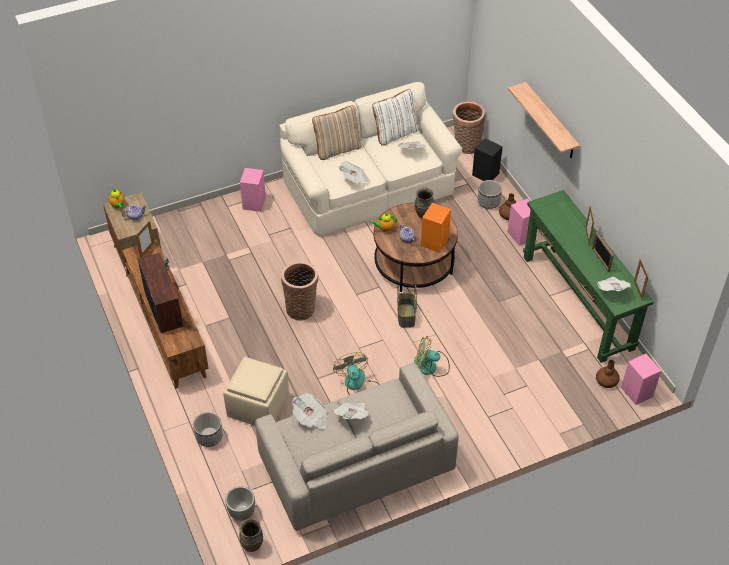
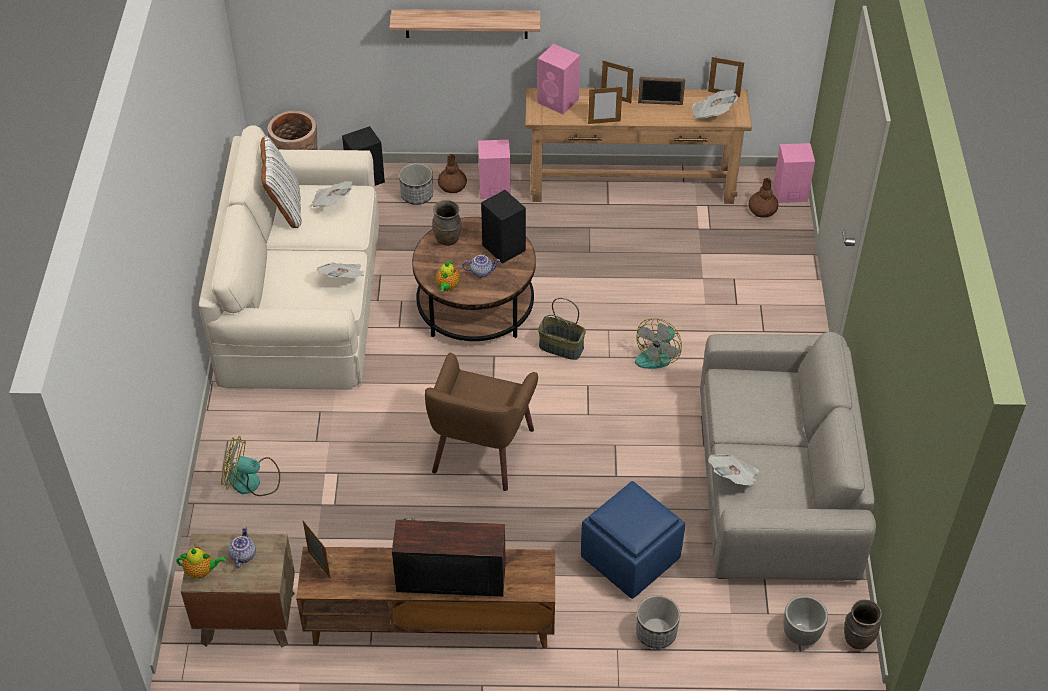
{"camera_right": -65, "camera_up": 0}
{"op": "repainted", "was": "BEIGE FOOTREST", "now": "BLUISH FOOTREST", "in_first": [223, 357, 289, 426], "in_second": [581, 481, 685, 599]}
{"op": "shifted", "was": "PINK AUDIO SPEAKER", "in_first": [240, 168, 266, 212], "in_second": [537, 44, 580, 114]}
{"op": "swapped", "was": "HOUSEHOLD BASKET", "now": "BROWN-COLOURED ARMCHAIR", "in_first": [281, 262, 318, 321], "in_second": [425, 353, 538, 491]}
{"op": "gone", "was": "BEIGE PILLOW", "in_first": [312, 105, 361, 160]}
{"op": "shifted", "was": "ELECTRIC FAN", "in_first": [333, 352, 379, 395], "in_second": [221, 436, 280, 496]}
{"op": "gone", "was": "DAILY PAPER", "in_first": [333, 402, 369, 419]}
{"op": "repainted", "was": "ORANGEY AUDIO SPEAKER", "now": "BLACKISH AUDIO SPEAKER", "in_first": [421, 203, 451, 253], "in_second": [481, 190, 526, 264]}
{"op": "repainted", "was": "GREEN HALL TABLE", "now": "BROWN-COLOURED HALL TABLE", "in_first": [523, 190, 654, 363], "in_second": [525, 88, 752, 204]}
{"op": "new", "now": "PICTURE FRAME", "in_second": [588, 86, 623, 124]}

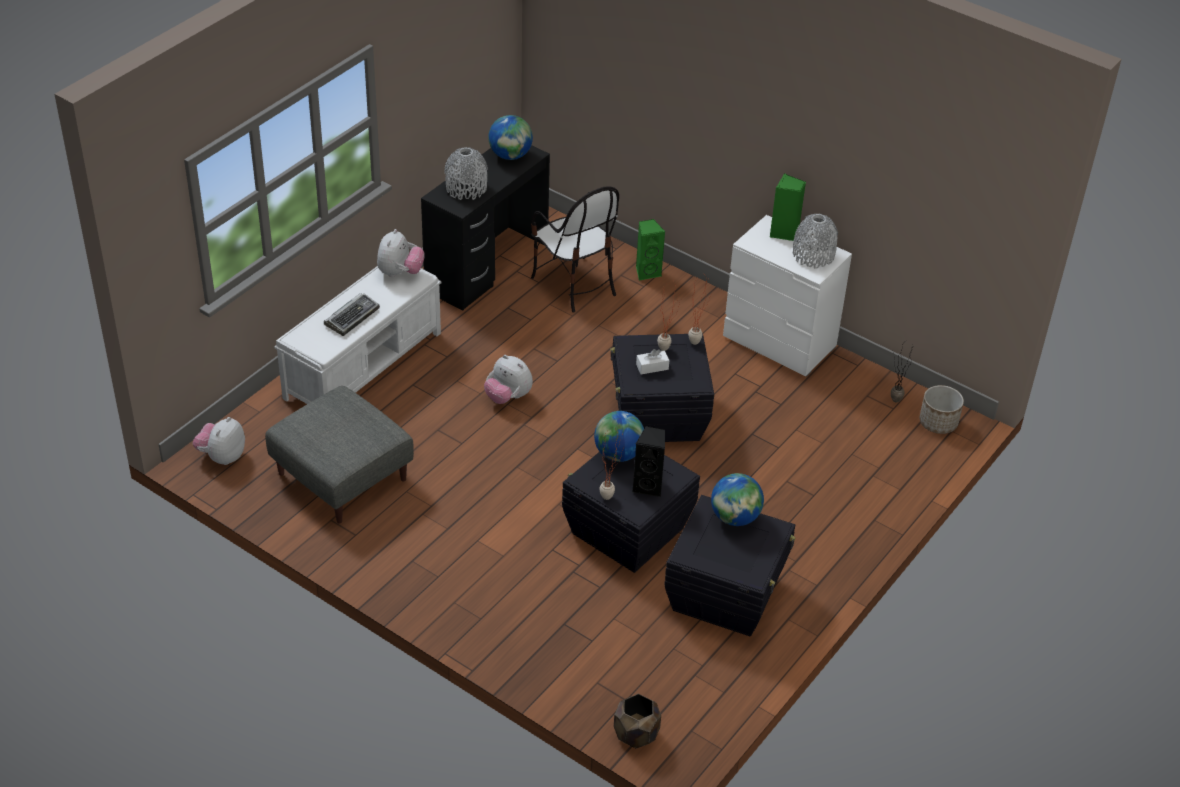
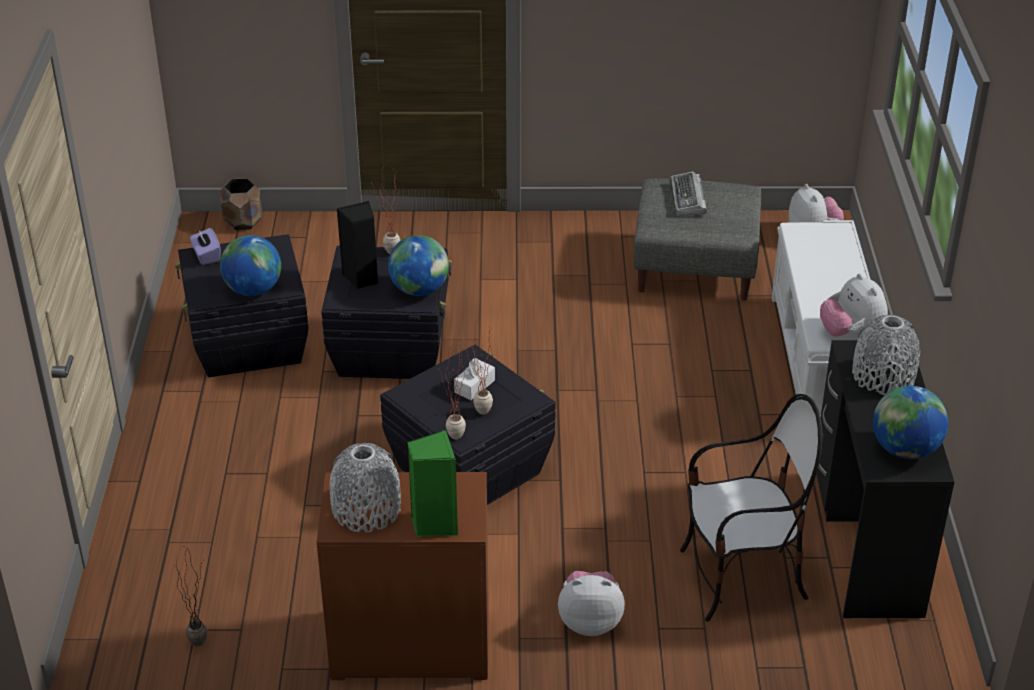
{"camera_right": 145, "camera_up": -5}
{"op": "shifted", "was": "COMPUTER KEYBOARD", "in_first": [324, 293, 380, 336], "in_second": [670, 171, 707, 216]}
{"op": "shifted", "was": "SOFT TOY", "in_first": [484, 355, 533, 404], "in_second": [558, 571, 625, 636]}
{"op": "rotated", "was": "UPRIGHT CHAIR", "in_first": [531, 186, 619, 313], "in_second": [680, 394, 824, 622], "clockwise": 150}
{"op": "gone", "was": "GREEN AUDIO SPEAKER", "in_first": [636, 219, 665, 281]}
{"op": "repainted", "was": "WHITISH DRESSER", "now": "BROWN-COLOURED DRESSER", "in_first": [723, 215, 852, 377], "in_second": [317, 472, 489, 680]}
{"op": "gone", "was": "FLOWER POT", "in_first": [920, 385, 964, 434]}
{"op": "new", "now": "PURPLE-COLOURED BOX OF TISSUES", "in_second": [190, 228, 221, 265]}

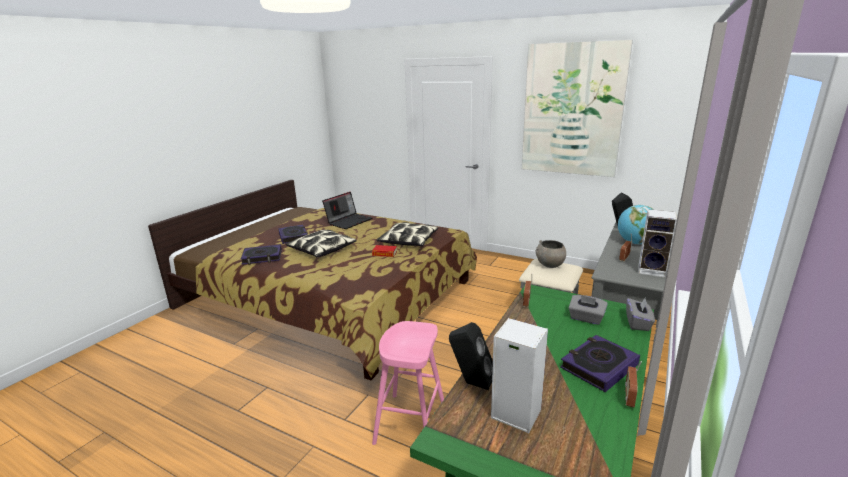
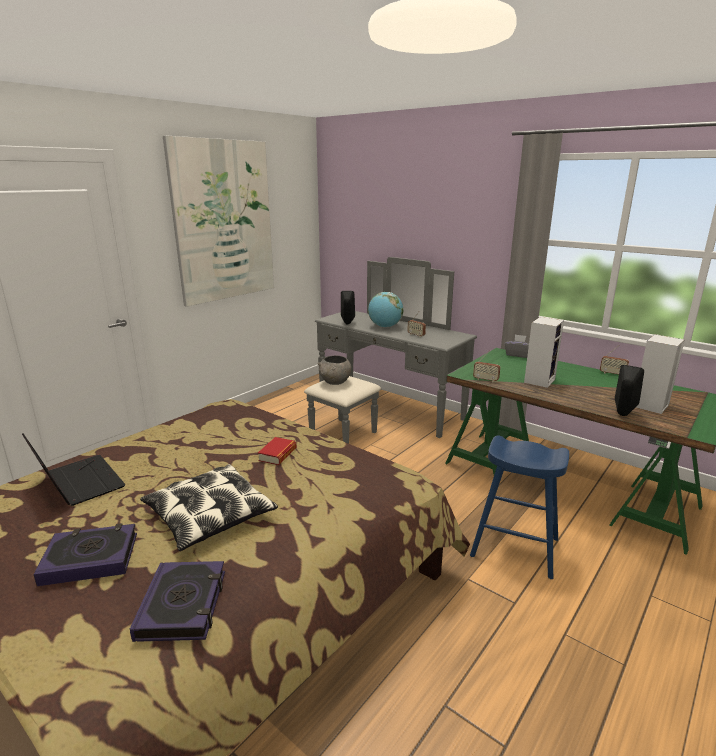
{"camera_right": -80, "camera_up": 0}
{"op": "repainted", "was": "PINK STOOL SEAT", "now": "BLUISH STOOL SEAT", "in_first": [372, 321, 444, 445], "in_second": [470, 435, 569, 579]}
{"op": "gone", "was": "PILLOW", "in_first": [377, 222, 438, 246]}
{"op": "gone", "was": "BOOK", "in_first": [560, 335, 640, 392]}
{"op": "gone", "was": "GRAY BOX OF TISSUES", "in_first": [569, 295, 608, 325]}
{"op": "shifted", "was": "AUDIO SPEAKER", "in_first": [638, 209, 677, 278], "in_second": [524, 317, 564, 388]}

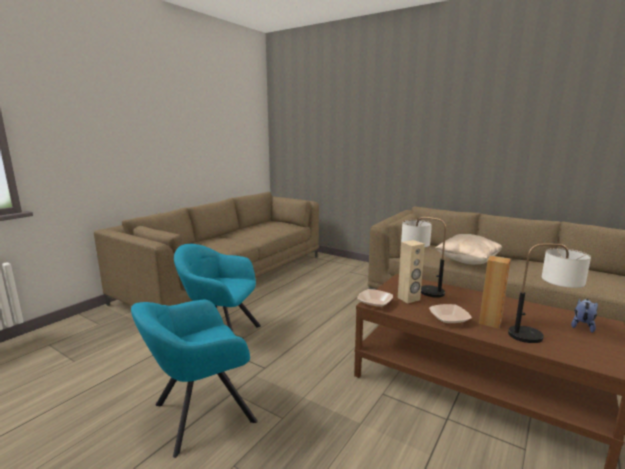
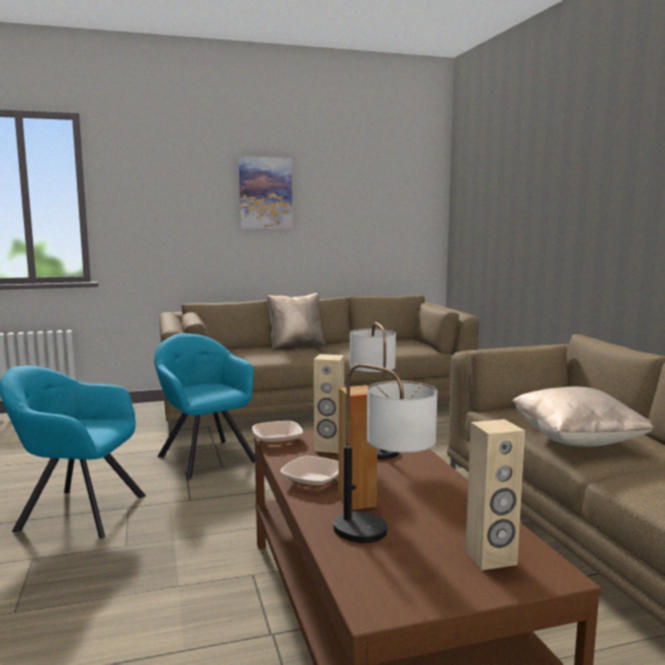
{"camera_right": 40, "camera_up": -5}
{"op": "swapped", "was": "SOFT TOY", "now": "BEIGE AUDIO SPEAKER", "in_first": [571, 299, 598, 333], "in_second": [465, 419, 525, 570]}
{"op": "new", "now": "PICTURE", "in_second": [239, 156, 293, 229]}
{"op": "new", "now": "BEIGE PILLOW", "in_second": [267, 293, 326, 350]}

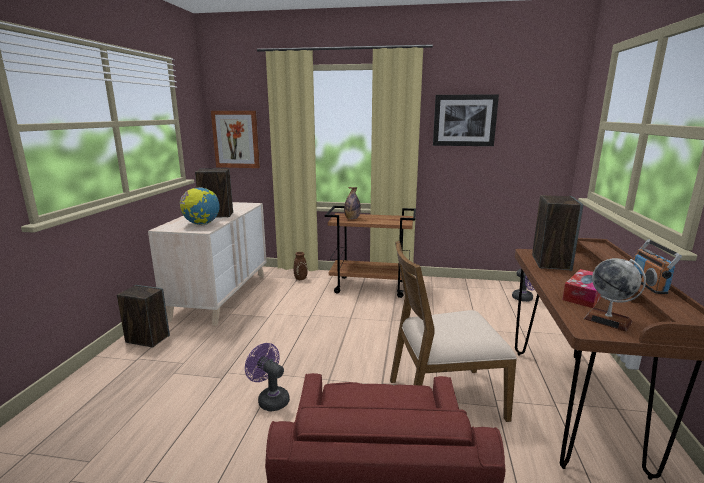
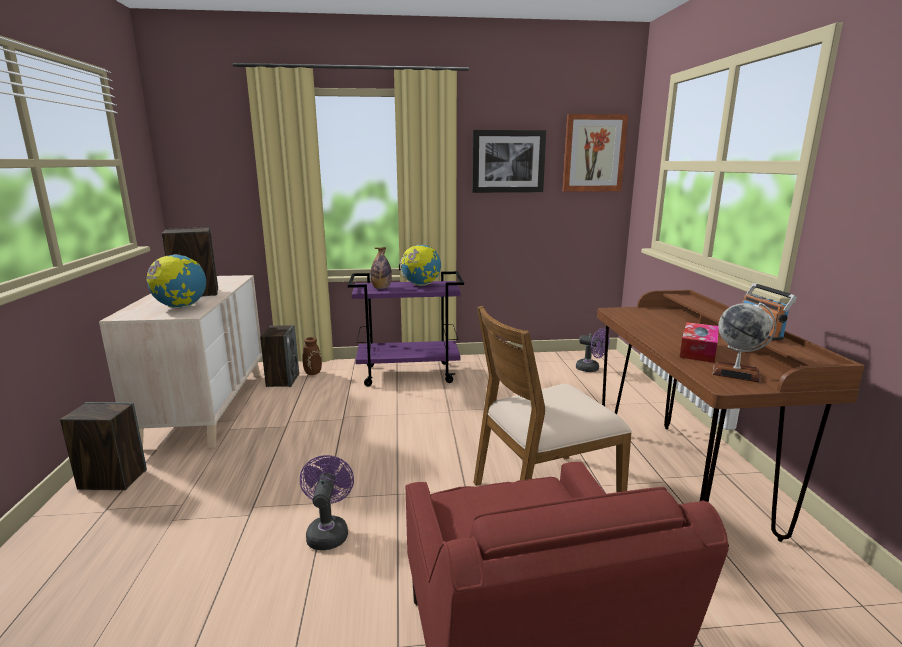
{"camera_right": -15, "camera_up": 0}
{"op": "shifted", "was": "PICTURE", "in_first": [211, 111, 260, 168], "in_second": [563, 114, 629, 192]}
{"op": "rotated", "was": "PURPLE-COLOURED ELECTRIC FAN", "in_first": [245, 343, 290, 411], "in_second": [300, 455, 354, 550], "clockwise": 60}
{"op": "repainted", "was": "BROWN-COLOURED CART", "now": "PURPLE-COLOURED CART", "in_first": [325, 206, 416, 298], "in_second": [348, 271, 464, 386]}
{"op": "shifted", "was": "AUDIO SPEAKER", "in_first": [532, 195, 583, 271], "in_second": [260, 325, 299, 387]}
{"op": "new", "now": "WORLD GLOBE", "in_second": [399, 244, 441, 286]}

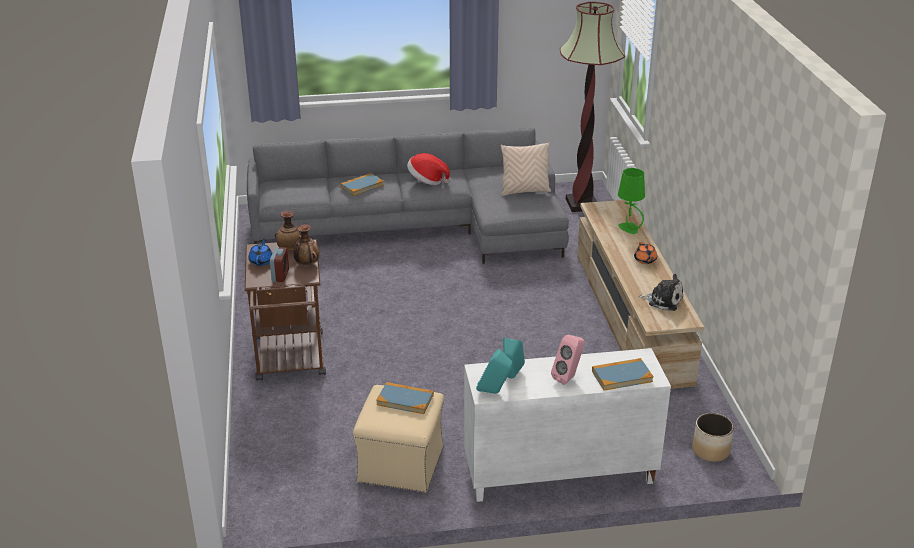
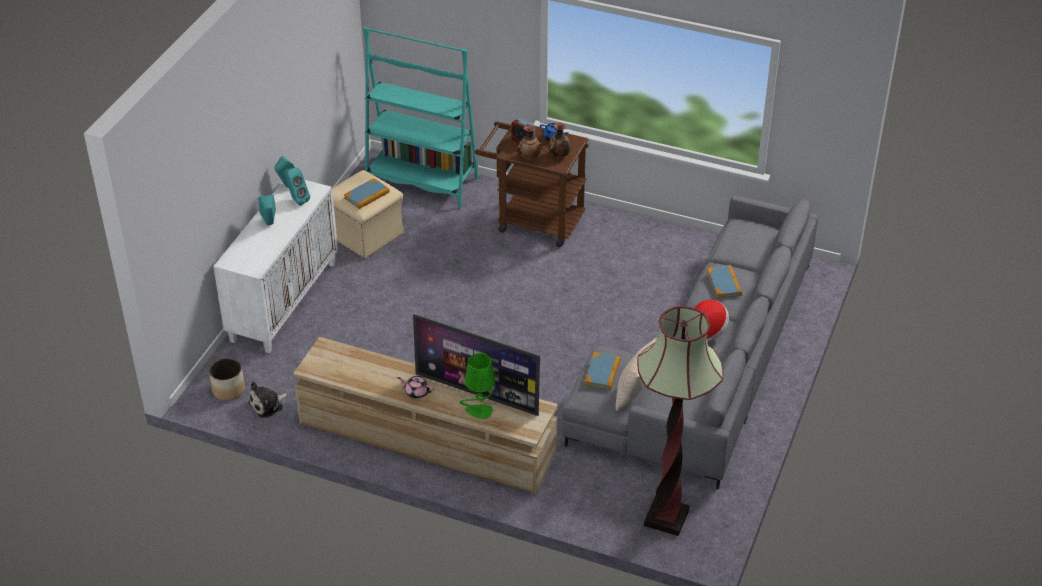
{"camera_right": 120, "camera_up": 10}
{"op": "repainted", "was": "PINK AUDIO SPEAKER", "now": "BLUE-GREEN AUDIO SPEAKER", "in_first": [551, 334, 585, 385], "in_second": [258, 195, 276, 225]}
{"op": "shifted", "was": "BOOK", "in_first": [592, 358, 654, 391], "in_second": [585, 352, 620, 390]}
{"op": "repainted", "was": "ORANGEY TEAPOT", "now": "PINK TEAPOT", "in_first": [634, 242, 657, 264], "in_second": [397, 376, 434, 399]}
{"op": "shifted", "was": "SOFT TOY", "in_first": [638, 274, 683, 311], "in_second": [248, 381, 288, 418]}
{"op": "new", "now": "BLUE-GREEN BOOKCASE", "in_second": [363, 27, 479, 208]}
{"op": "new", "now": "TELEVISION", "in_second": [413, 314, 540, 416]}

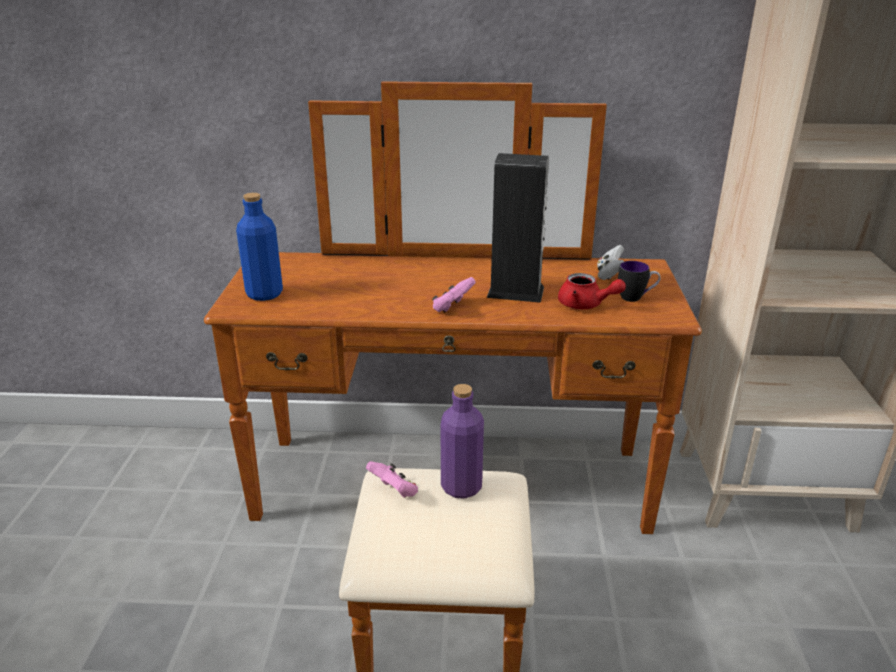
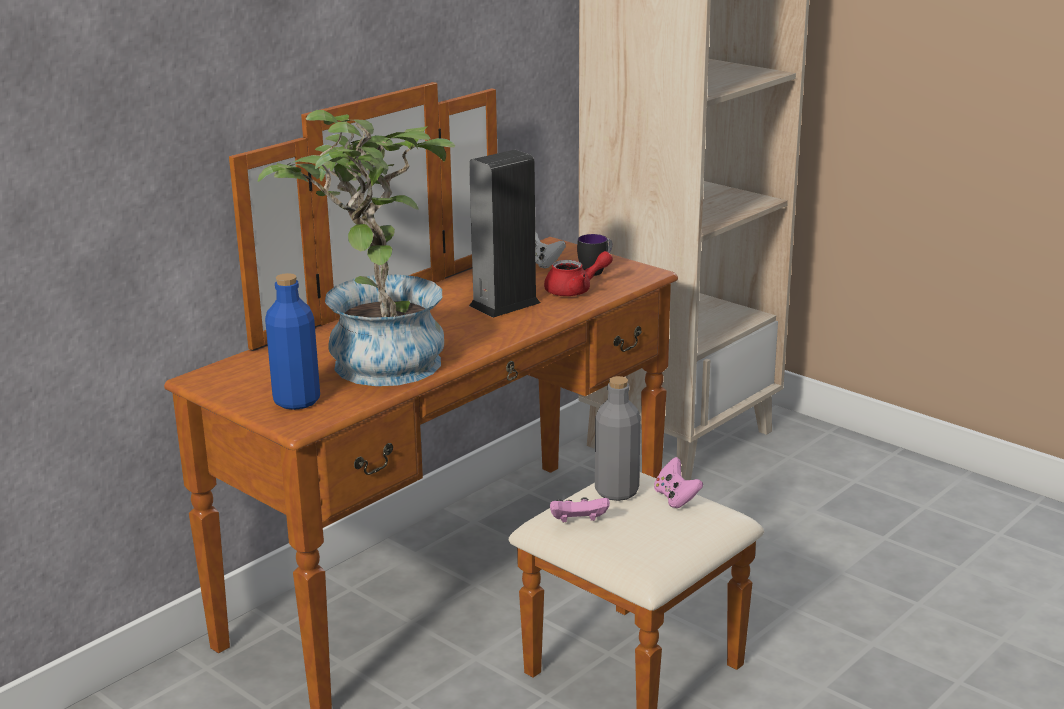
{"camera_right": -50, "camera_up": -5}
{"op": "shifted", "was": "PINK GAME CONTROLLER", "in_first": [432, 277, 476, 312], "in_second": [654, 457, 703, 508]}
{"op": "repainted", "was": "PURPLE-COLOURED DRINK BOTTLE", "now": "GRAY DRINK BOTTLE", "in_first": [441, 384, 484, 499], "in_second": [595, 376, 641, 501]}
{"op": "new", "now": "PLANT IN A POT", "in_second": [258, 110, 455, 386]}

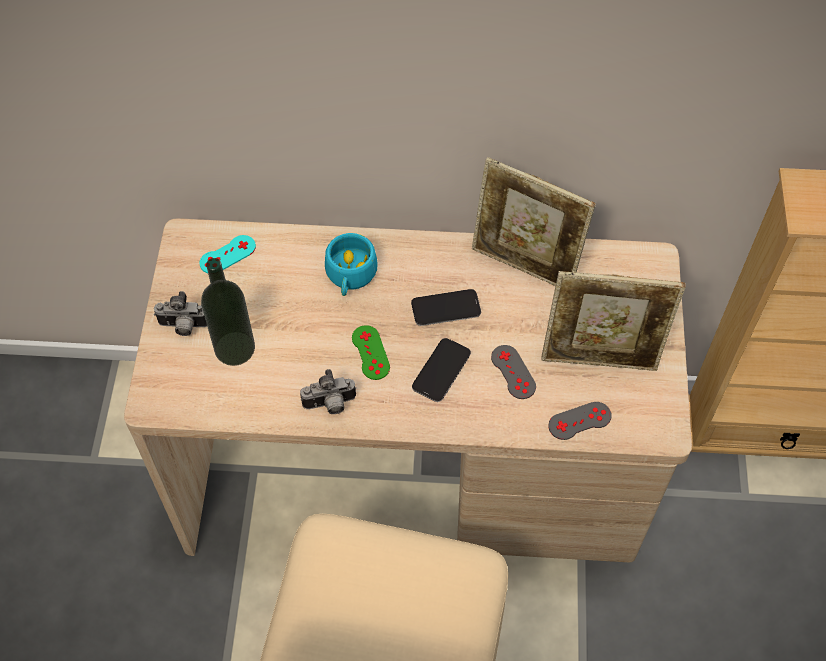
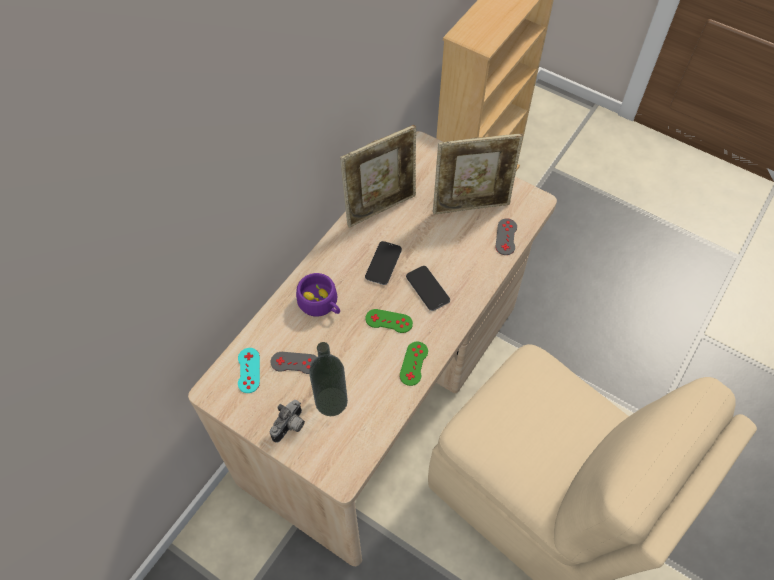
{"camera_right": -60, "camera_up": 0}
{"op": "swapped", "was": "PHOTO CAMERA", "now": "GREEN GAME CONTROLLER", "in_first": [300, 369, 356, 414], "in_second": [399, 341, 428, 386]}
{"op": "repainted", "was": "BLUE-GREEN DRINKING CUP", "now": "PURPLE-COLOURED DRINKING CUP", "in_first": [325, 233, 378, 296], "in_second": [296, 273, 340, 317]}
{"op": "shifted", "was": "GRAY GAME CONTROLLER", "in_first": [491, 345, 536, 399], "in_second": [270, 352, 317, 374]}
{"op": "rotated", "was": "PICTURE FRAME", "in_first": [542, 271, 686, 371], "in_second": [433, 133, 523, 214], "clockwise": 45}

